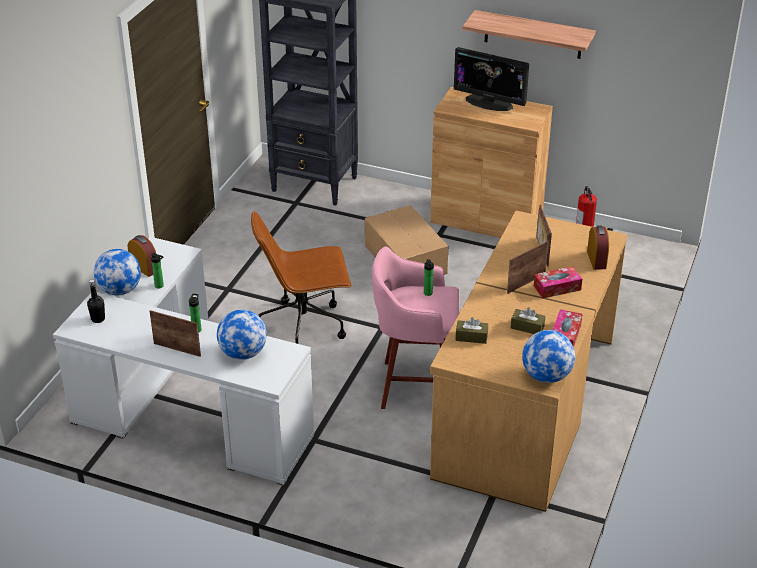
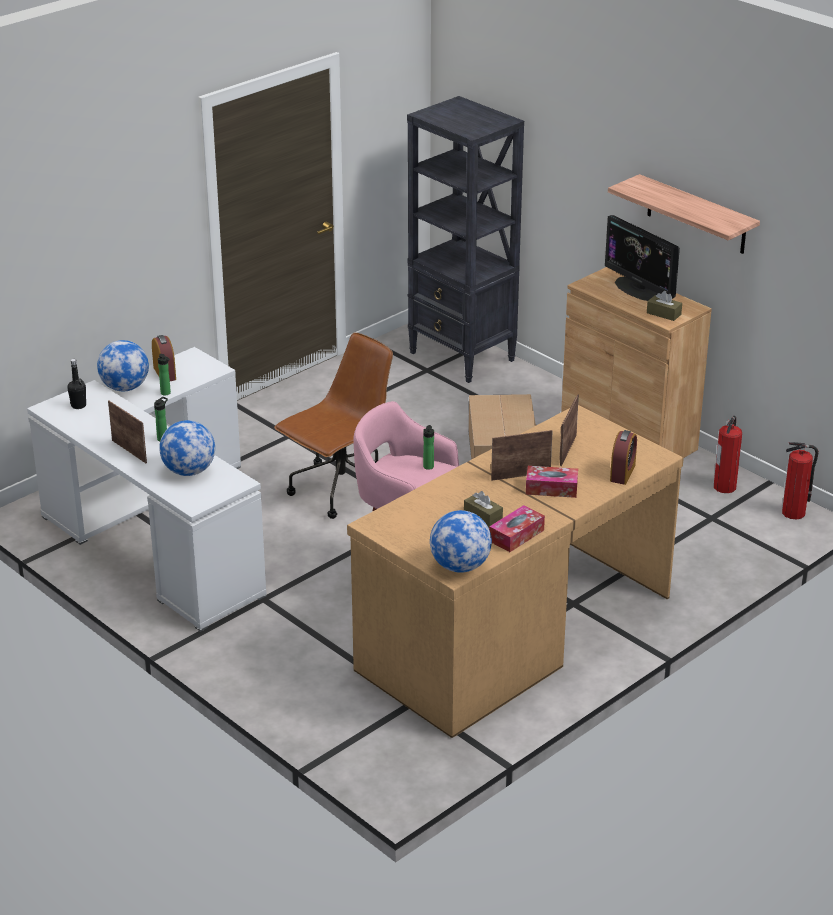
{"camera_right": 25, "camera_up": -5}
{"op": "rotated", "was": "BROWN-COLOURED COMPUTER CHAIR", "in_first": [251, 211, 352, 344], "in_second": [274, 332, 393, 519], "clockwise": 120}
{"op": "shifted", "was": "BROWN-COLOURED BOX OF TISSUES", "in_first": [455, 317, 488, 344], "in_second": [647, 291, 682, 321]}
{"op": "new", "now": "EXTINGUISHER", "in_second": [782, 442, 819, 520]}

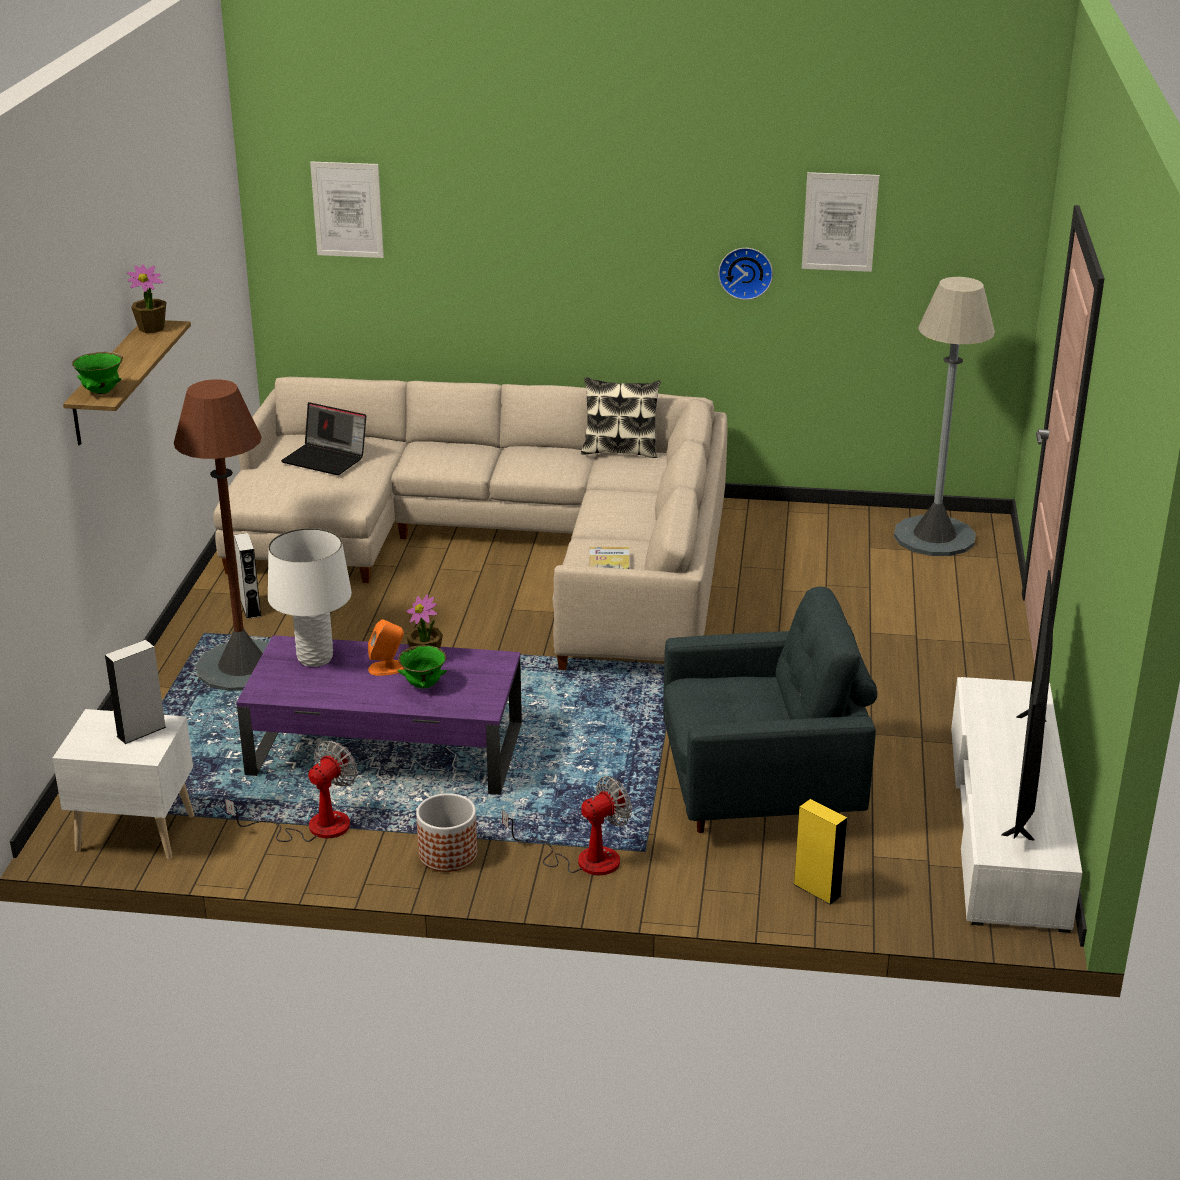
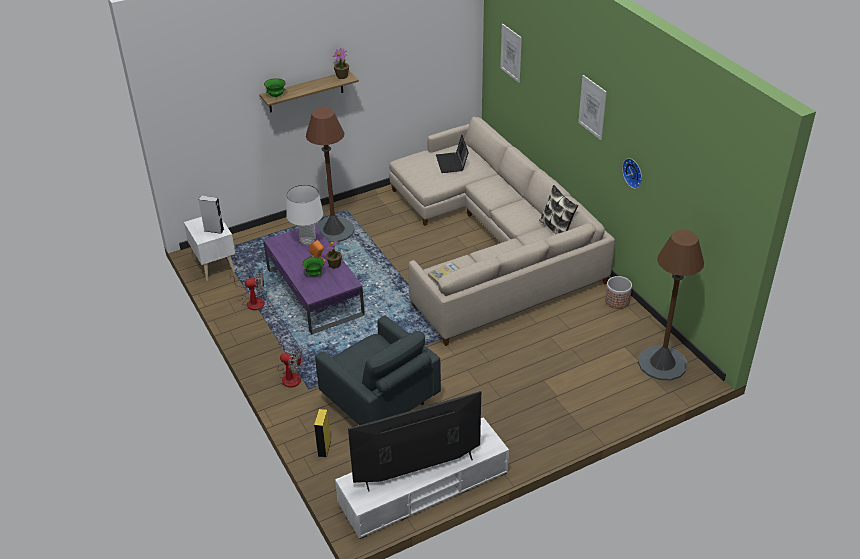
{"camera_right": 55, "camera_up": 10}
{"op": "gone", "was": "GRAY AUDIO SPEAKER", "in_first": [234, 533, 262, 619]}
{"op": "shifted", "was": "FLOWER POT", "in_first": [416, 793, 477, 872], "in_second": [605, 276, 632, 309]}
{"op": "shifted", "was": "PICTURE", "in_first": [802, 172, 879, 272], "in_second": [578, 75, 607, 140]}
{"op": "repainted", "was": "GRAY STANDING LAMP", "now": "BROWN-COLOURED STANDING LAMP", "in_first": [894, 277, 995, 556], "in_second": [638, 230, 704, 381]}

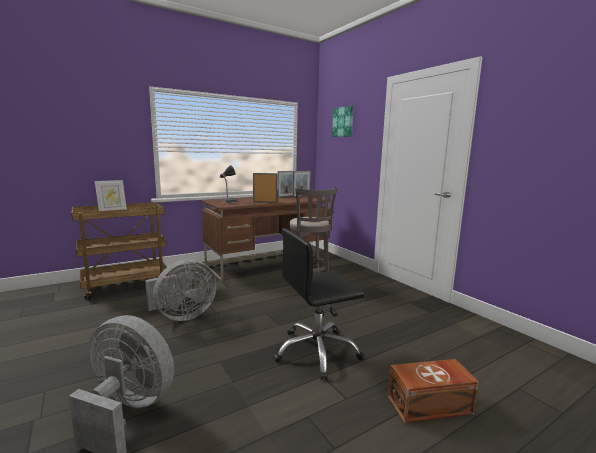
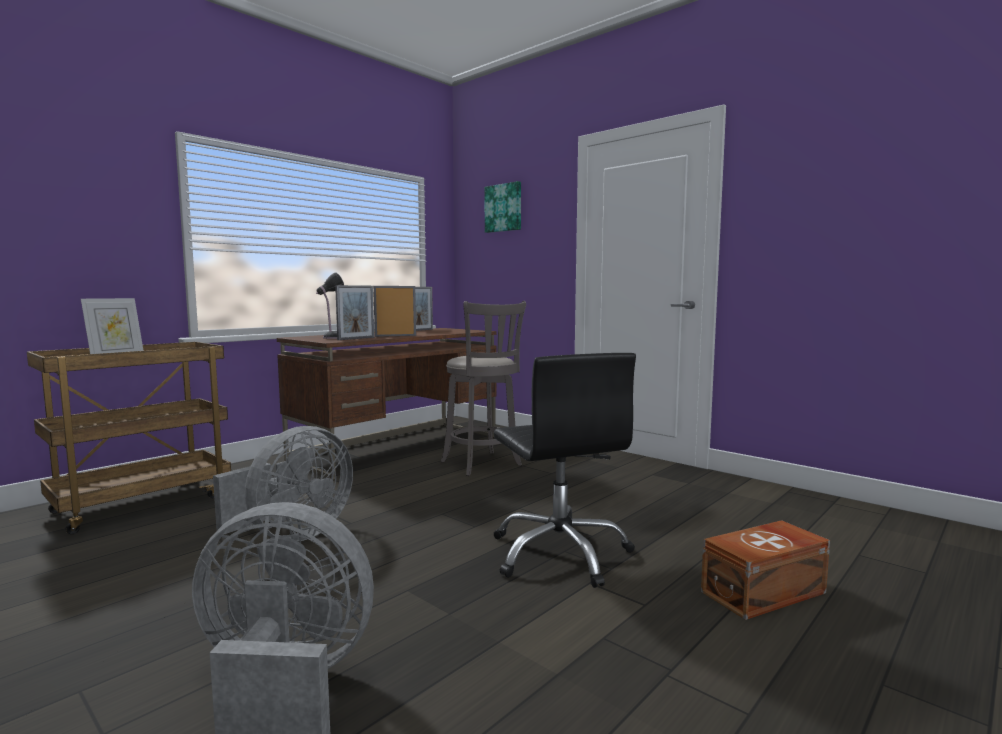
{"camera_right": -15, "camera_up": -5}
{"op": "rotated", "was": "BLACKISH COMPUTER CHAIR", "in_first": [274, 228, 365, 380], "in_second": [493, 353, 636, 588], "clockwise": -75}
{"op": "shifted", "was": "PICTURE FRAME", "in_first": [293, 171, 311, 197], "in_second": [335, 285, 374, 340]}

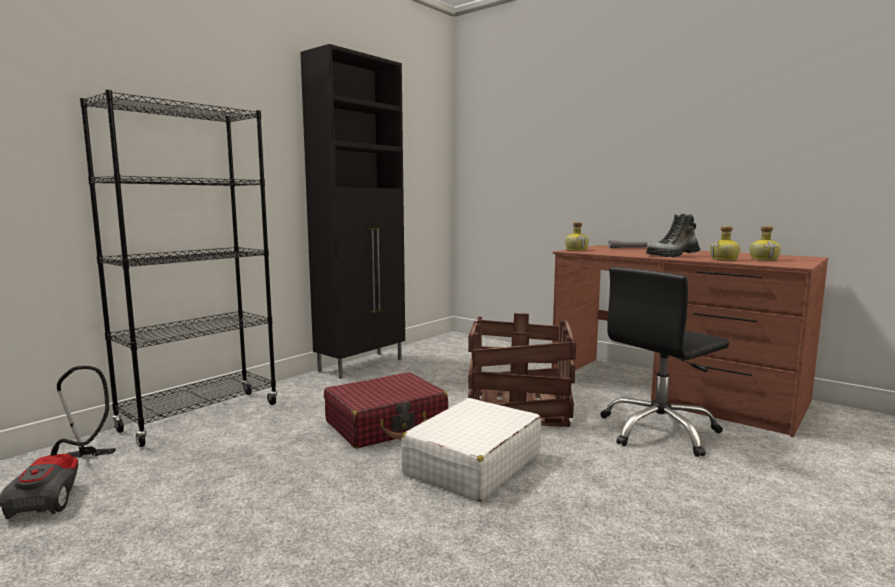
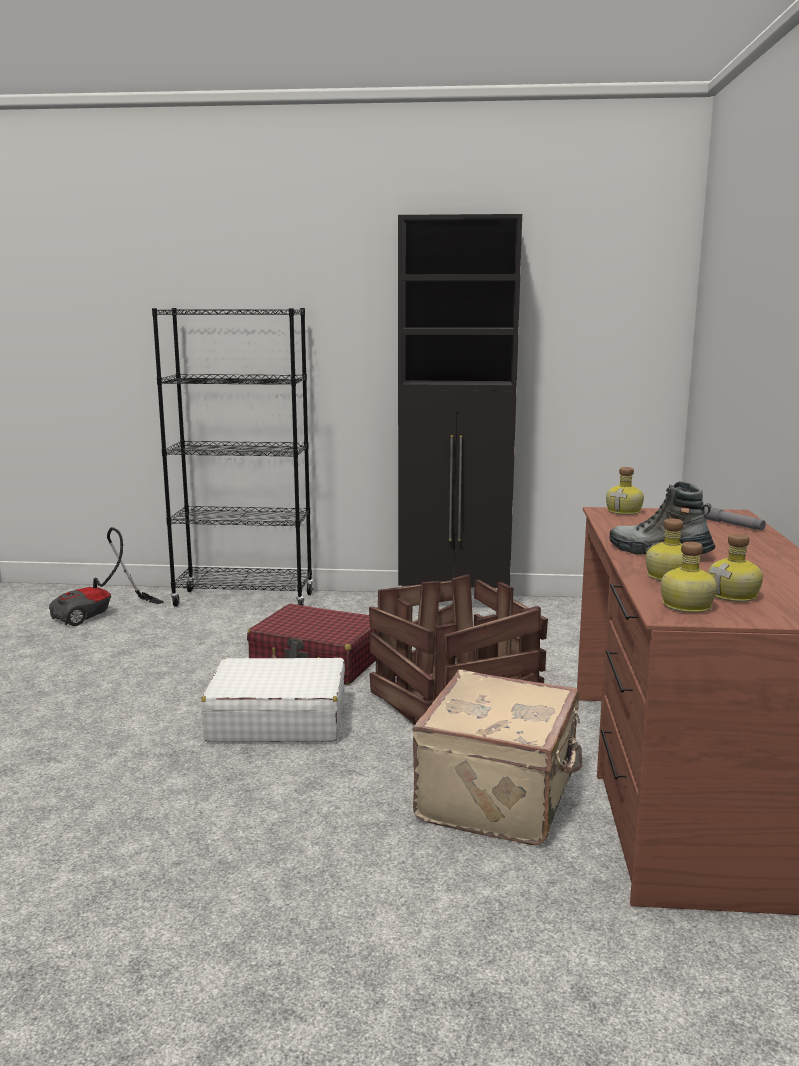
{"camera_right": 55, "camera_up": 5}
{"op": "swapped", "was": "BLACKISH COMPUTER CHAIR", "now": "BEIGE PIECE OF LUGGAGE", "in_first": [600, 267, 729, 457], "in_second": [412, 670, 582, 845]}
{"op": "new", "now": "DRINK BOTTLE", "in_second": [661, 542, 717, 613]}

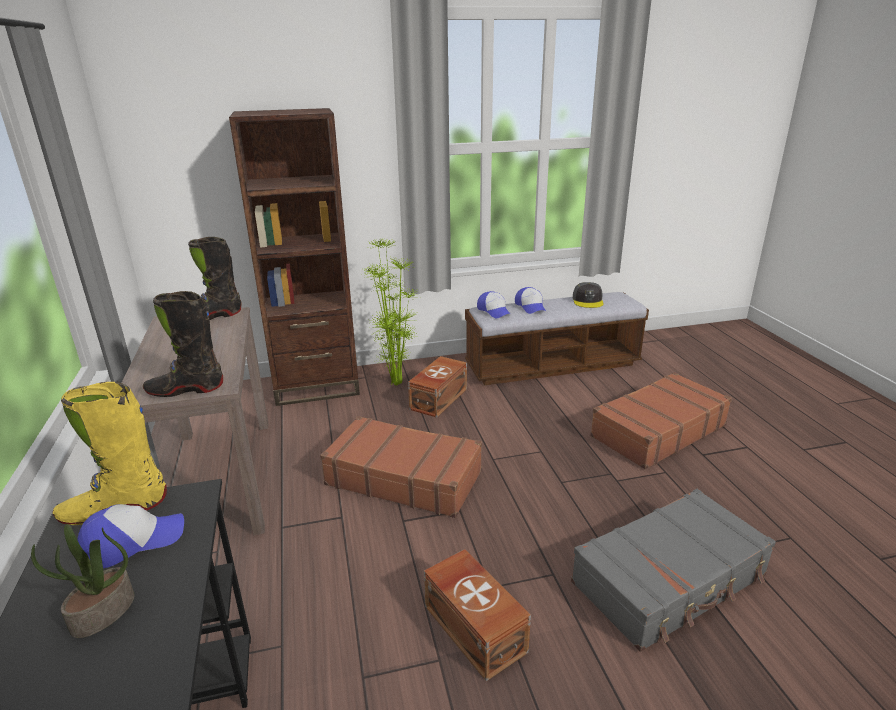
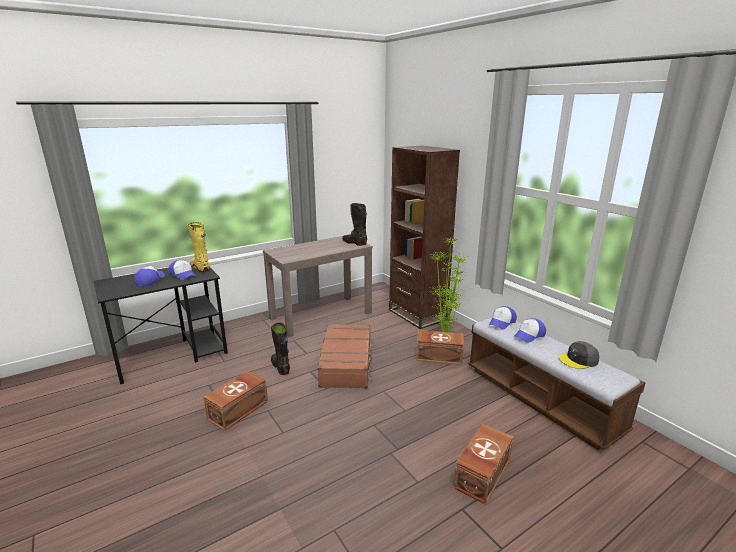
{"camera_right": 70, "camera_up": -5}
{"op": "swapped", "was": "PLANT IN A POT", "now": "PEAKED CAP", "in_first": [31, 524, 134, 638], "in_second": [134, 266, 165, 286]}
{"op": "shifted", "was": "BLACKISH TALL BOOT", "in_first": [143, 291, 223, 397], "in_second": [271, 322, 290, 375]}
{"op": "gone", "was": "GRAY PIECE OF LUGGAGE", "in_first": [571, 489, 776, 652]}
{"op": "swapped", "was": "BROWN-COLOURED PIECE OF LUGGAGE", "now": "BROWN-COLOURED STORAGE CONTAINER", "in_first": [590, 372, 732, 469], "in_second": [454, 424, 513, 505]}

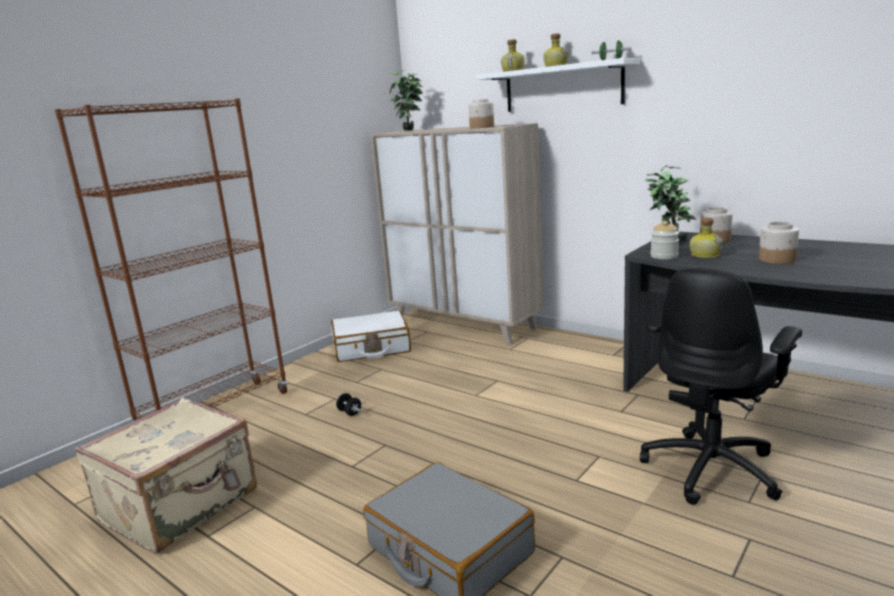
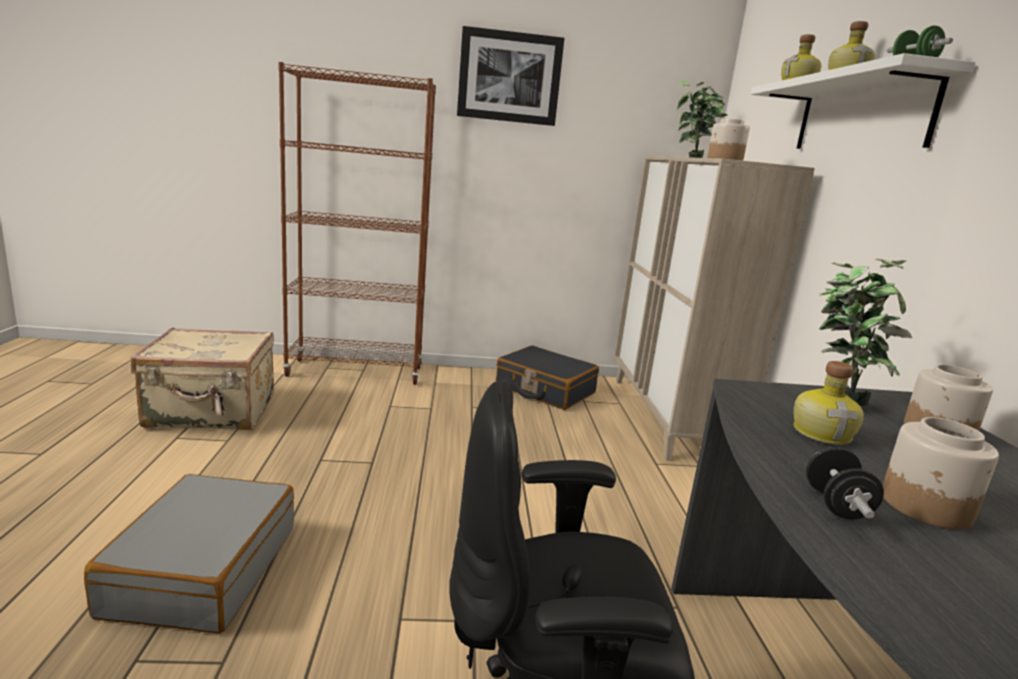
{"camera_right": 45, "camera_up": 0}
{"op": "repainted", "was": "WHITISH PIECE OF LUGGAGE", "now": "BLACKISH PIECE OF LUGGAGE", "in_first": [331, 311, 411, 362], "in_second": [496, 345, 599, 410]}
{"op": "shifted", "was": "BLACKISH FREE WEIGHT", "in_first": [336, 393, 361, 416], "in_second": [806, 447, 884, 520]}
{"op": "gone", "was": "STORAGE JAR", "in_first": [650, 221, 679, 259]}
{"op": "new", "now": "PICTURE", "in_second": [457, 26, 564, 126]}

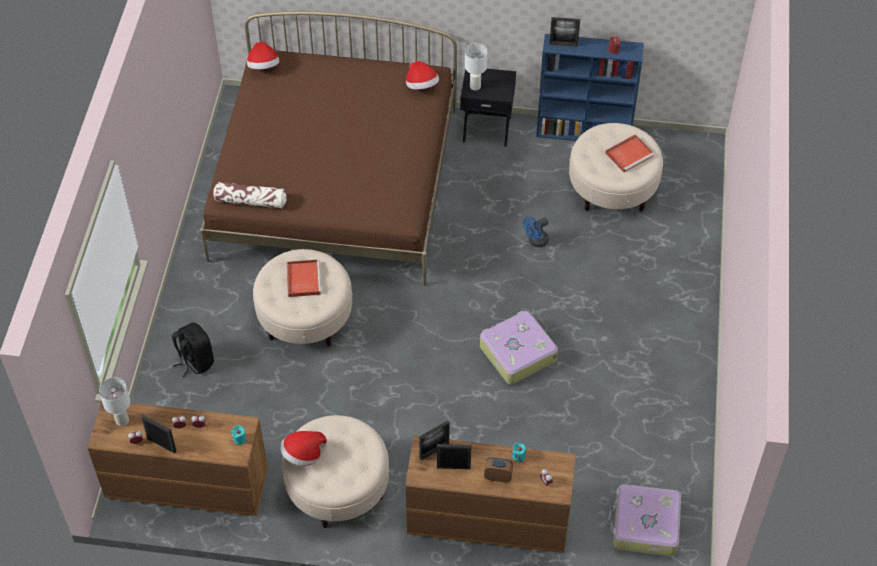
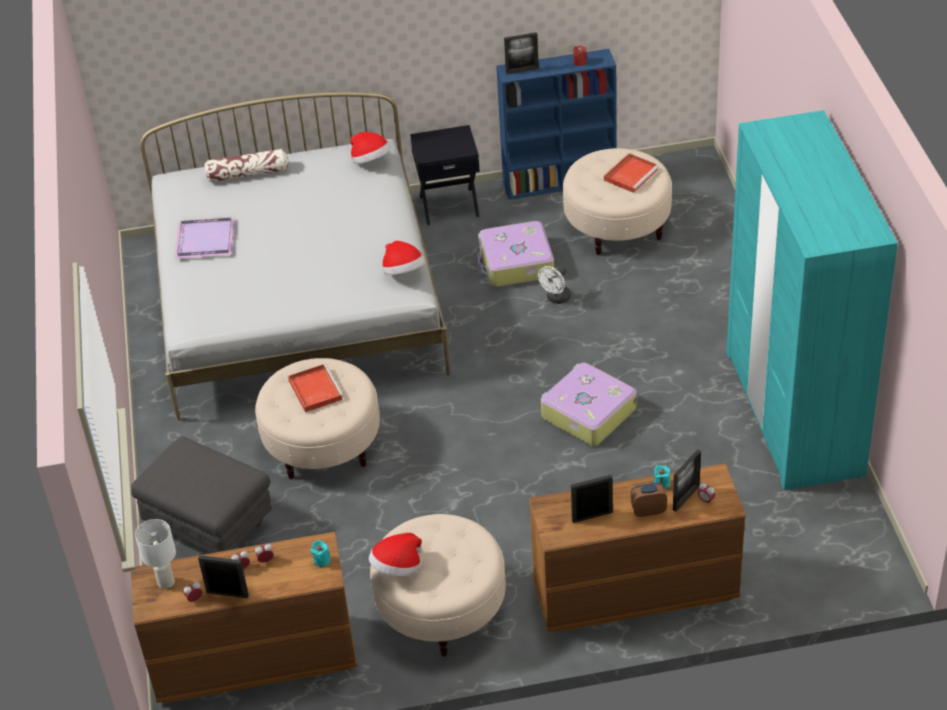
{"camera_right": -15, "camera_up": -10}
{"op": "swapped", "was": "BLACKISH BACKPACK", "now": "GRAY FOOTREST", "in_first": [172, 322, 214, 377], "in_second": [131, 436, 272, 553]}
{"op": "repainted", "was": "BROWN-COLOURED BED", "now": "WHITISH BED", "in_first": [200, 11, 457, 286], "in_second": [140, 92, 451, 421]}
{"op": "shifted", "was": "PILLOW", "in_first": [213, 182, 287, 209], "in_second": [204, 149, 288, 182]}
{"op": "shifted", "was": "CLOTHING HAT", "in_first": [247, 42, 279, 69], "in_second": [382, 241, 425, 275]}
{"op": "shifted", "was": "PICTURE FRAME", "in_first": [419, 421, 449, 461], "in_second": [673, 449, 701, 512]}
{"op": "gone", "was": "WHITISH TABLE LAMP", "in_first": [465, 43, 488, 91]}
{"op": "repainted", "was": "BLUISH ELECTRIC FAN", "now": "WHITISH ELECTRIC FAN", "in_first": [523, 216, 549, 247], "in_second": [538, 265, 571, 304]}
{"op": "shifted", "was": "PIECE OF LUGGAGE", "in_first": [607, 484, 681, 556], "in_second": [477, 221, 554, 287]}
{"op": "new", "now": "PURPLE-COLOURED SERVING TRAY", "in_second": [174, 218, 235, 259]}
{"op": "new", "now": "BLUE-GREEN ARMOIRE", "in_second": [726, 110, 898, 490]}

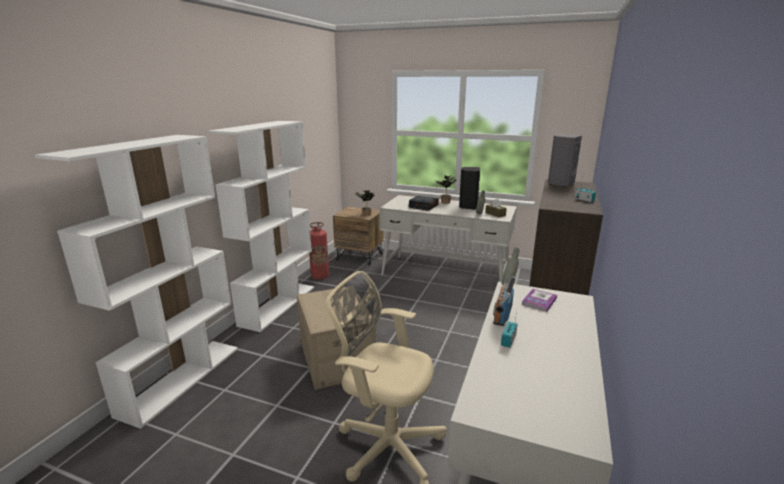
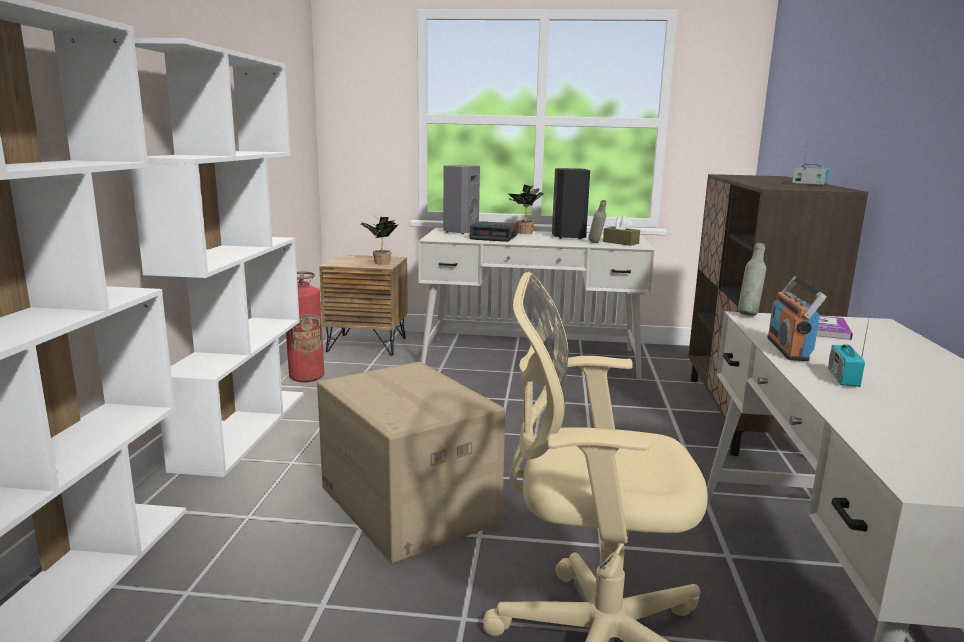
{"camera_right": -15, "camera_up": -5}
{"op": "shifted", "was": "GRAY AUDIO SPEAKER", "in_first": [548, 134, 582, 187], "in_second": [443, 165, 480, 234]}

